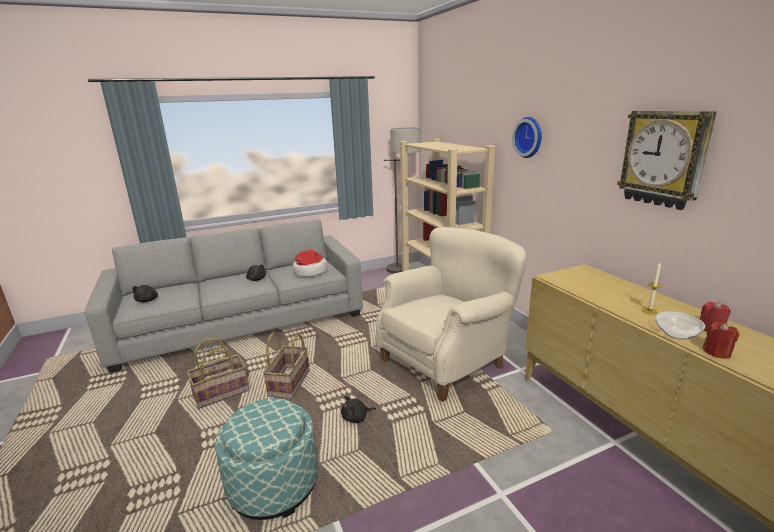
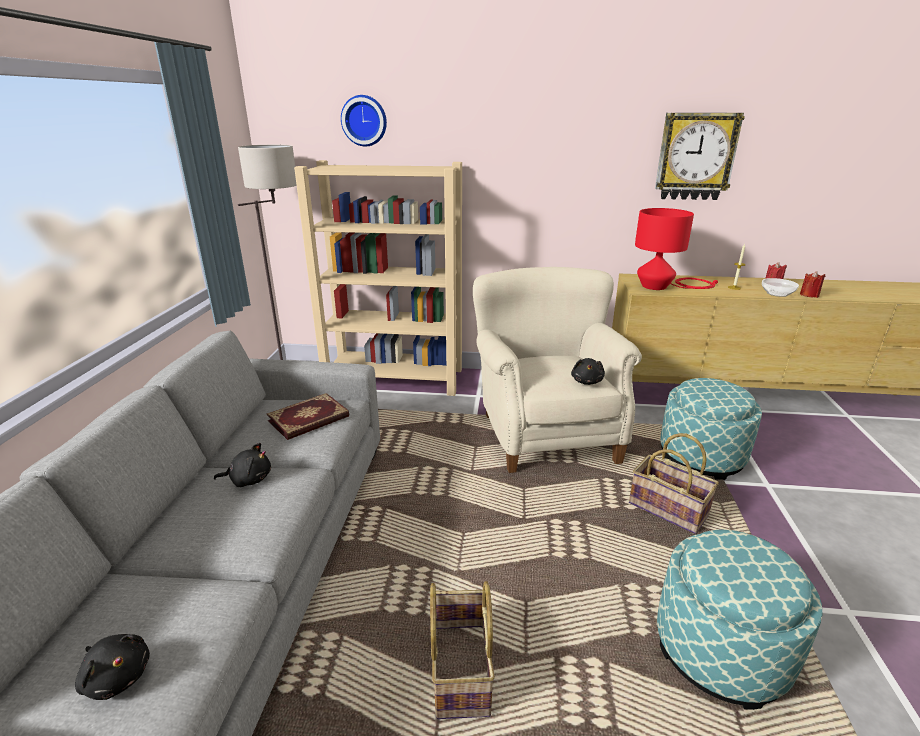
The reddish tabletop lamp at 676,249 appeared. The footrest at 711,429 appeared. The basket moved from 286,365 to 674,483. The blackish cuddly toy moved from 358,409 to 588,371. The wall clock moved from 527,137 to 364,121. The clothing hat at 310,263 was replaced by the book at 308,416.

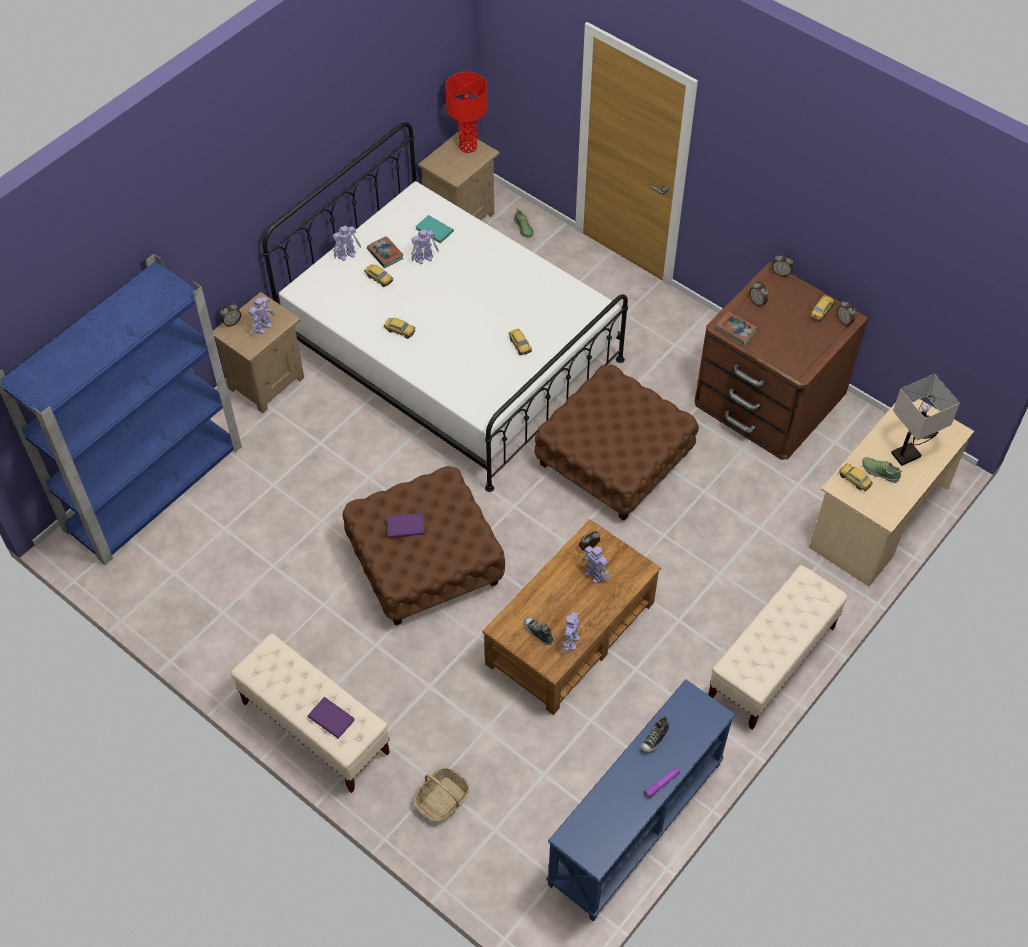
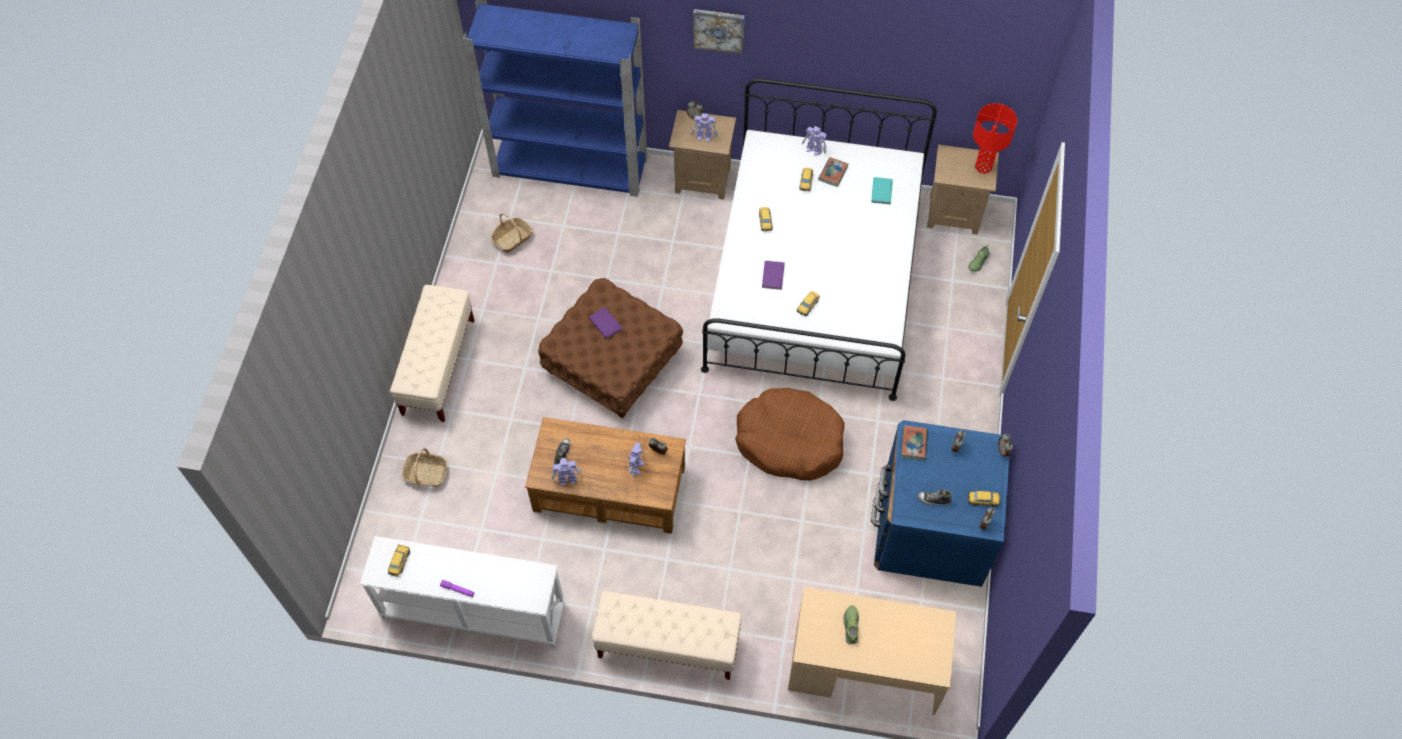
The toy robot at 425,247 disappeared. The tabletop lamp at 925,420 disappeared. The basket at 512,233 appeared. The picture at 718,31 appeared. The purple book moved from 331,718 to 773,275. The item of footwear moved from 655,734 to 935,497. The toy car moved from 856,477 to 399,561. The brown-coloured footrest at 616,442 was replaced by the brown-coloured dog bed at 790,434. The blue console table at 641,800 became the white-coloured console table at 462,592. The brown-coloured chest of drawers at 781,361 became the blue chest of drawers at 941,503.

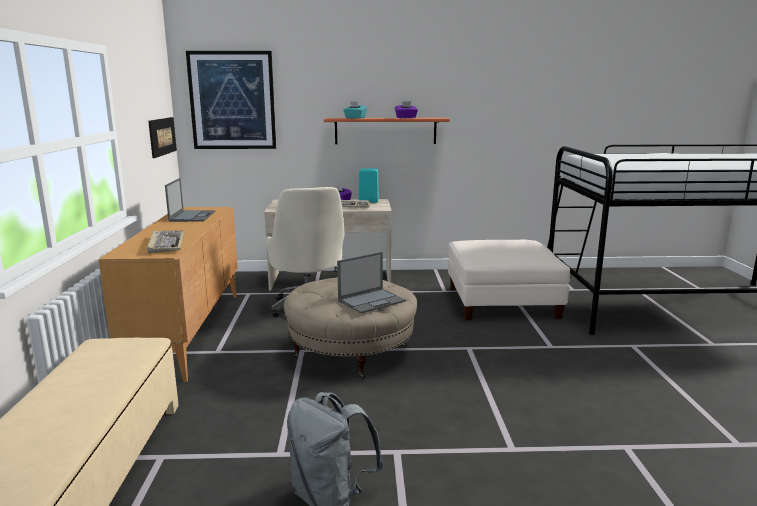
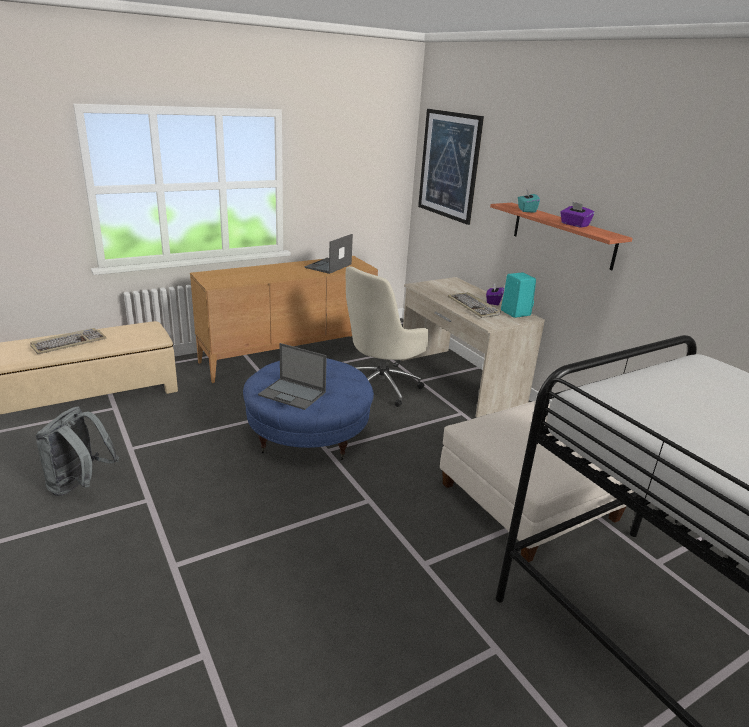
The picture at 162,137 disappeared. The computer keyboard moved from 165,241 to 68,341. The sand-coloured footrest at 350,327 became the blue footrest at 308,409. The notebook computer at 190,200 turned 150 degrees clockwise.

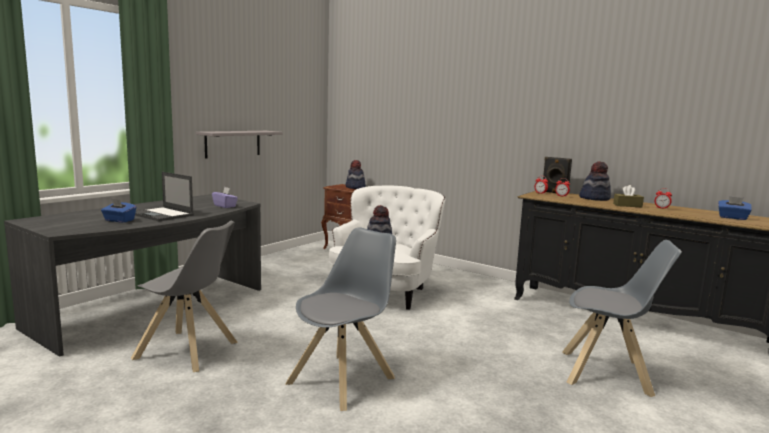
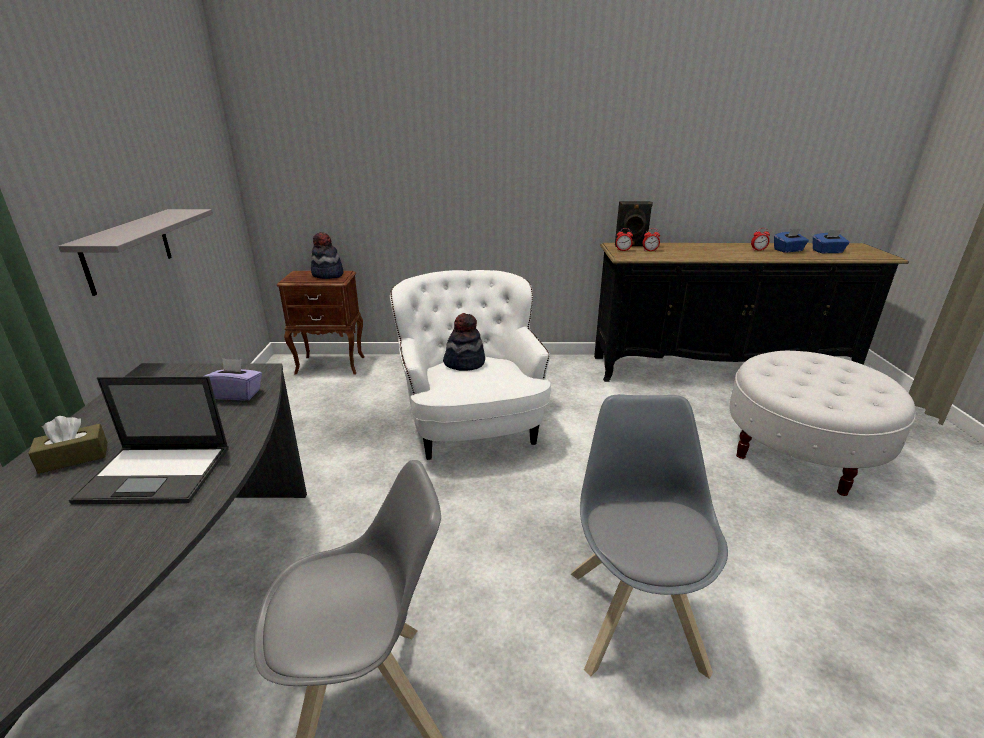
The clothing hat at 595,181 disappeared. The blue tissue holder moved from 118,211 to 791,241. The brown-coloured tissue holder moved from 628,196 to 68,445. The gray chair at 622,318 was replaced by the white-coloured footrest at 822,423.

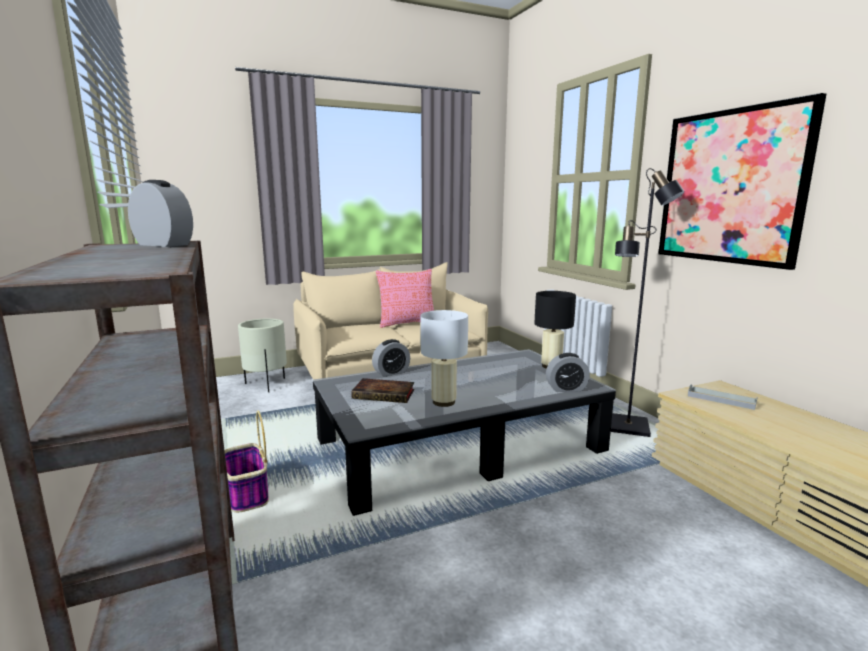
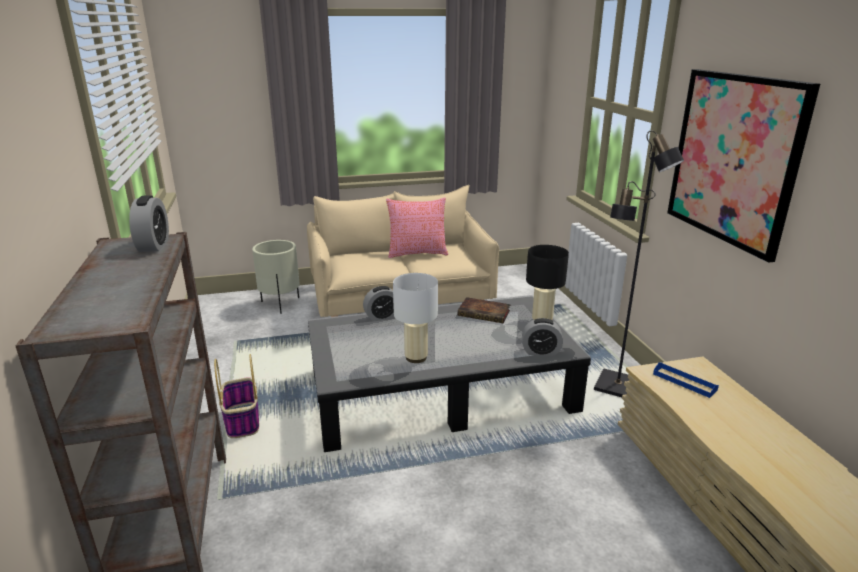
The book moved from 382,390 to 484,310. The gray tray at 722,397 became the blue tray at 686,380. The table clock at 160,213 turned 45 degrees clockwise.

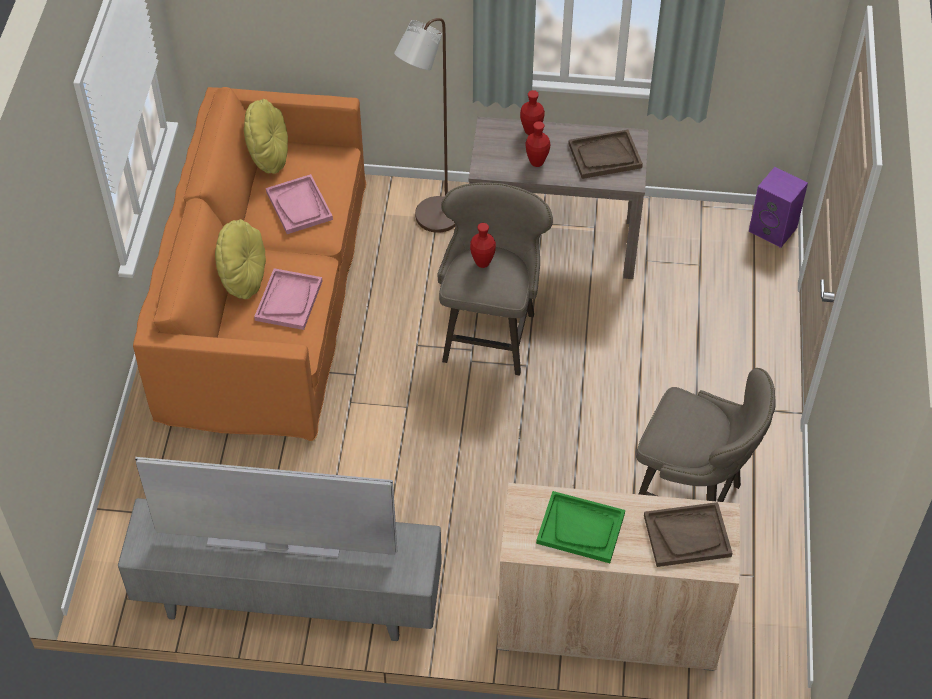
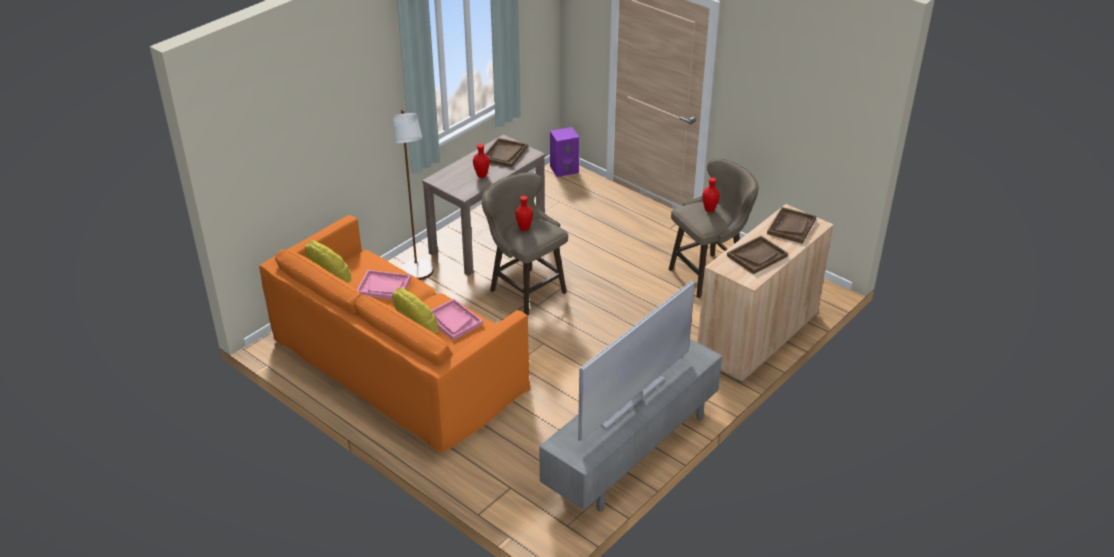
The reddish vase moved from 532,112 to 711,195. The green tray at 580,527 became the brown-coloured tray at 757,255.

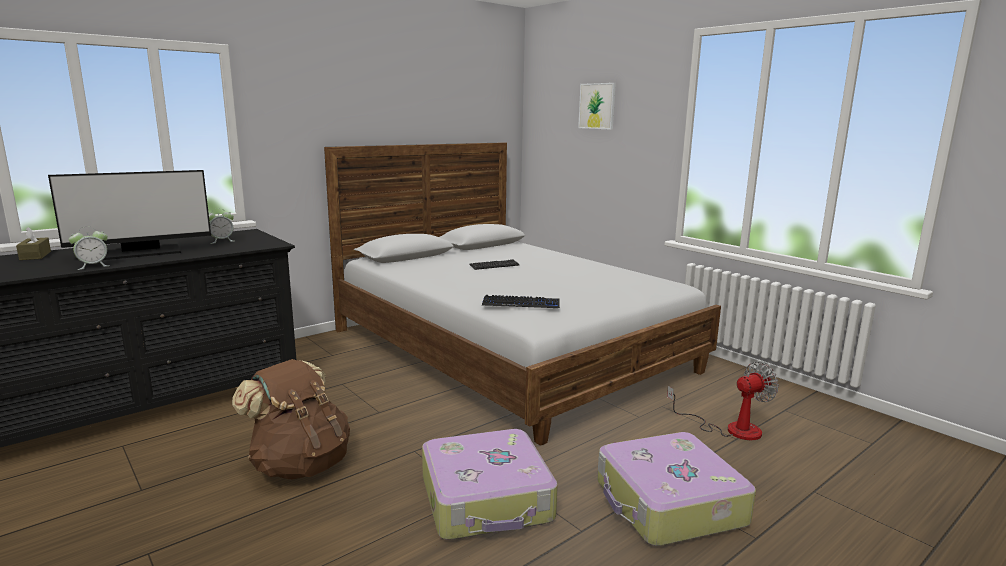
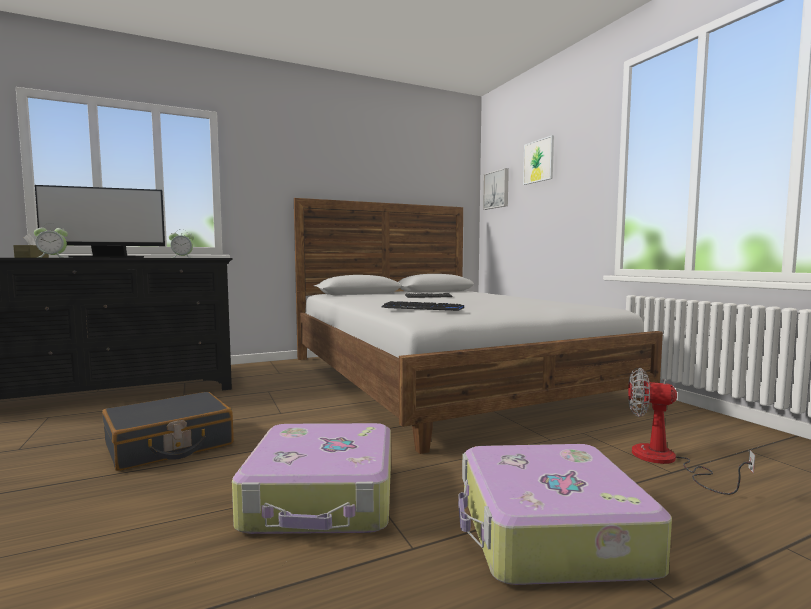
The picture at 496,189 appeared. The brown-coloured knapsack at 291,419 was replaced by the blackish piece of luggage at 168,431. The electric fan at 723,401 turned 150 degrees counterclockwise.

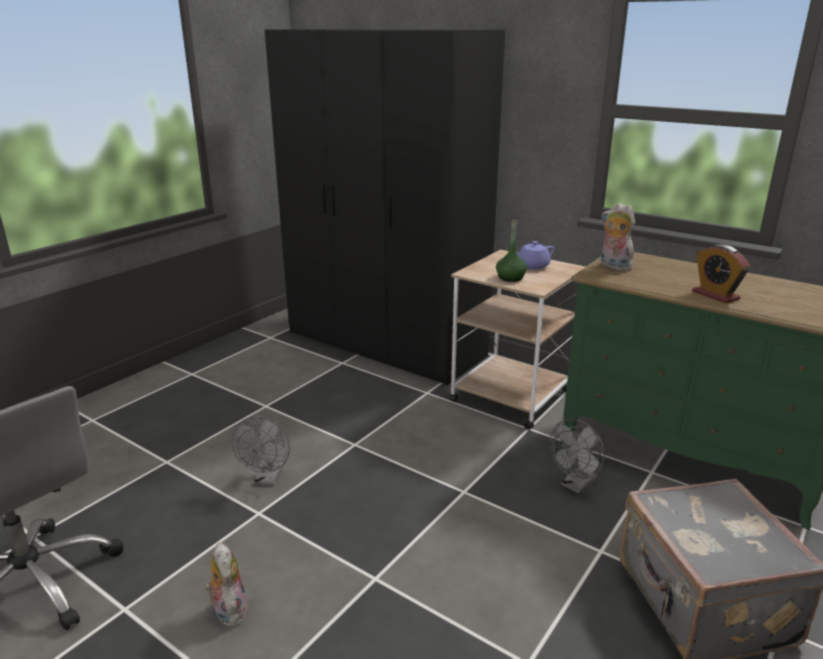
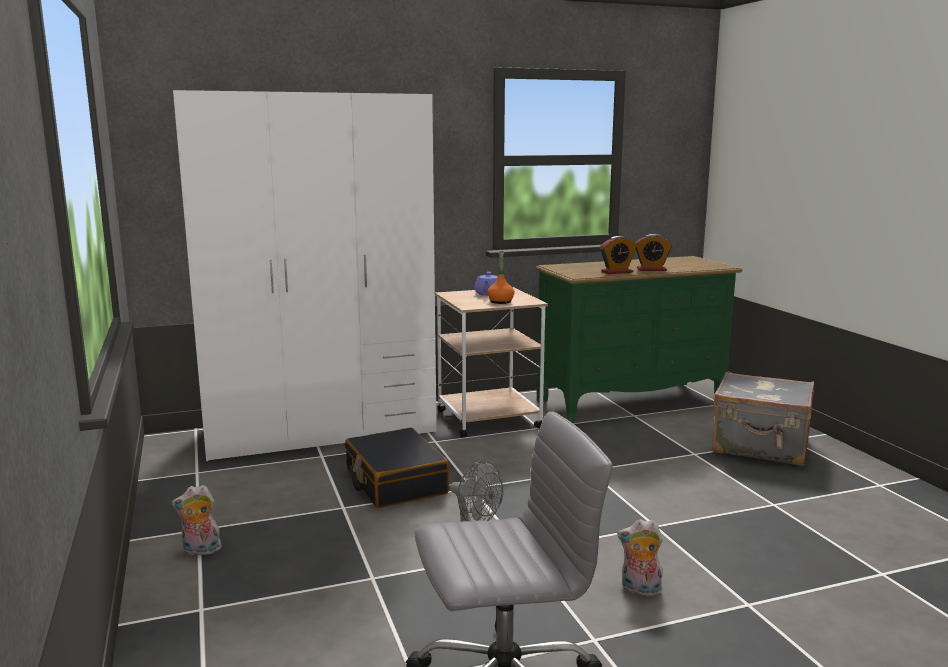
The gray electric fan at 577,456 disappeared. The blackish piece of luggage at 397,468 appeared. The table clock at 618,255 appeared. The cuddly toy moved from 618,237 to 196,521. The blackish wardrobe at 385,207 became the white-coloured wardrobe at 304,275. The green bottle at 511,251 became the orangey bottle at 501,277.

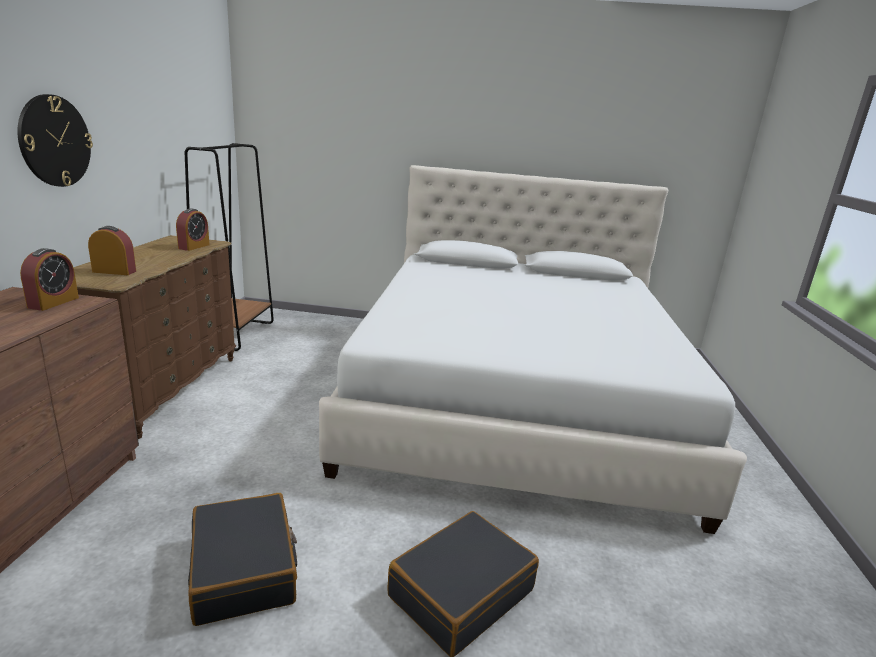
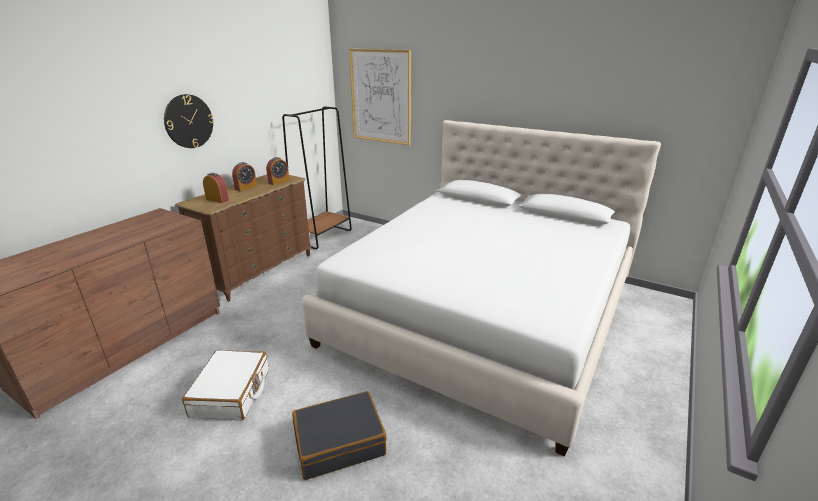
The picture at 380,97 appeared. The table clock moved from 49,279 to 244,176. The blackish piece of luggage at 242,559 became the white-coloured piece of luggage at 225,385.

